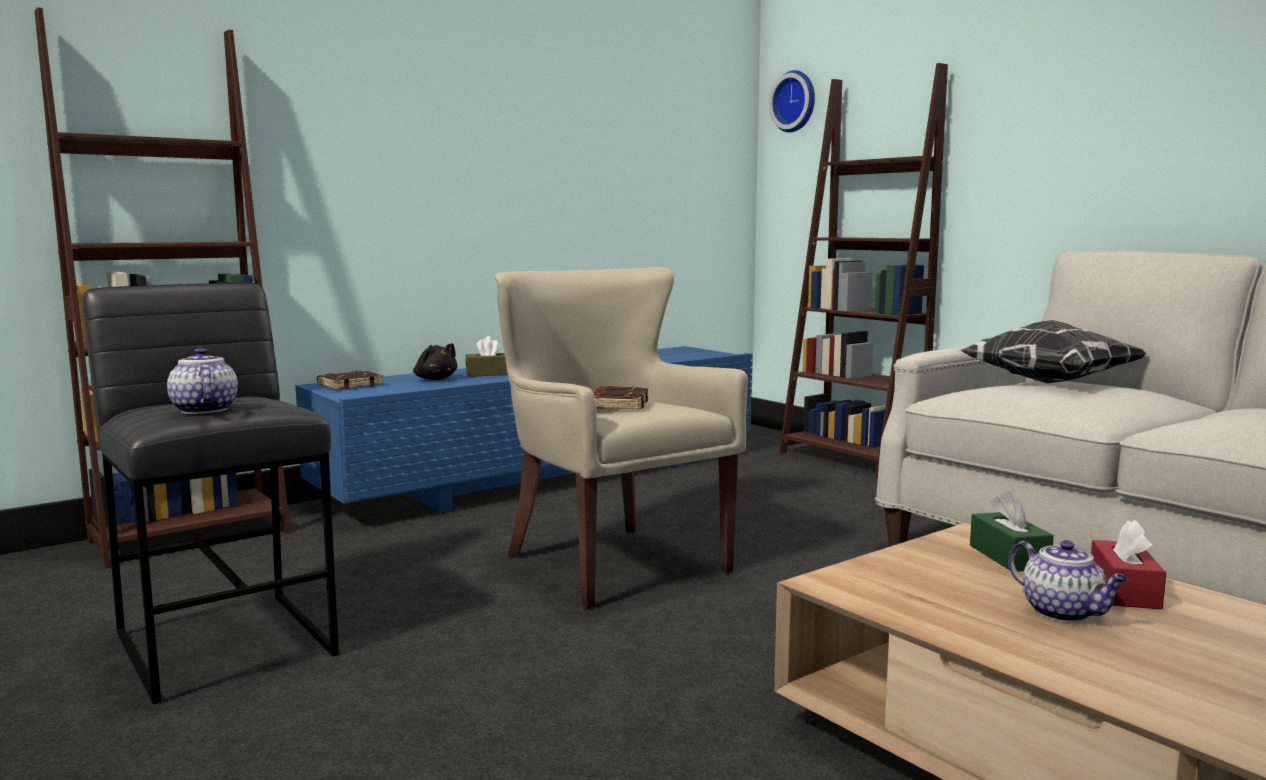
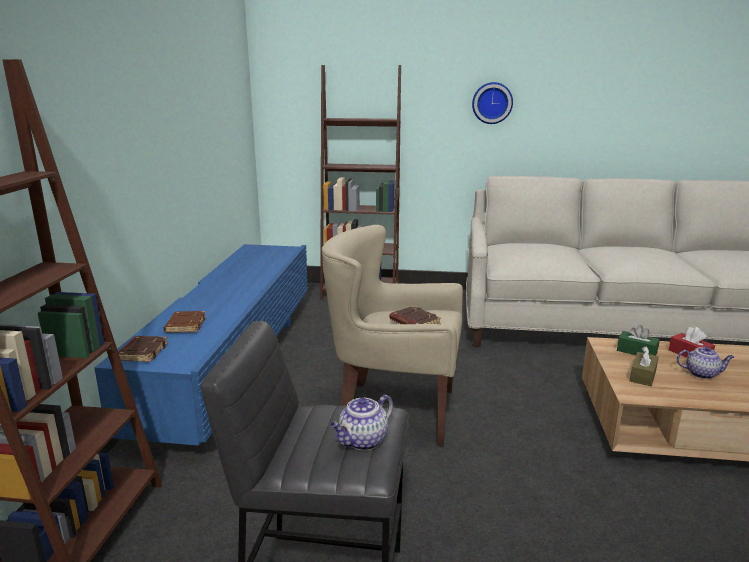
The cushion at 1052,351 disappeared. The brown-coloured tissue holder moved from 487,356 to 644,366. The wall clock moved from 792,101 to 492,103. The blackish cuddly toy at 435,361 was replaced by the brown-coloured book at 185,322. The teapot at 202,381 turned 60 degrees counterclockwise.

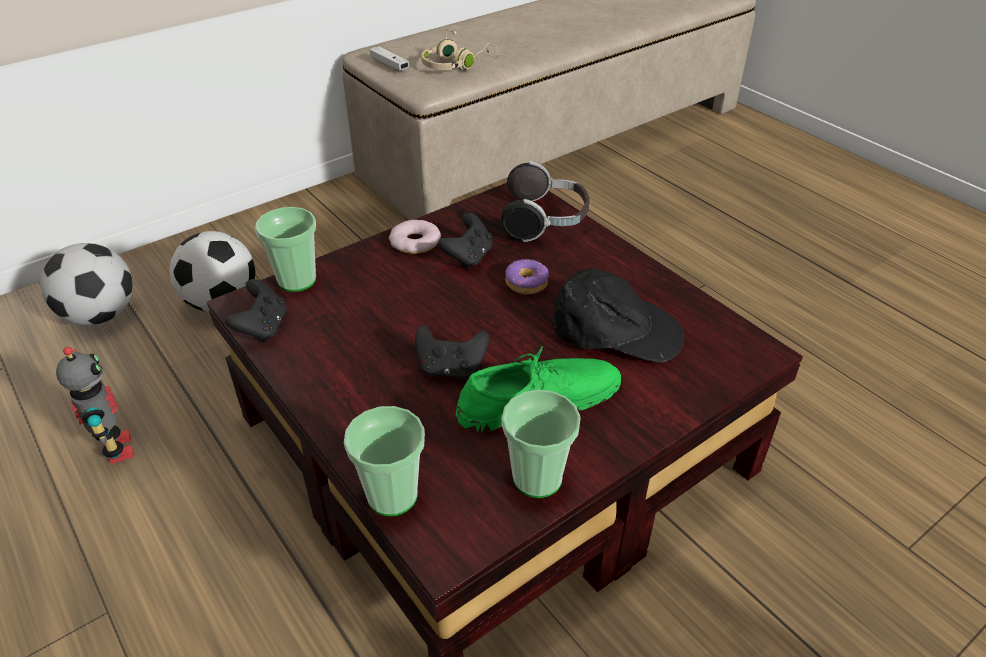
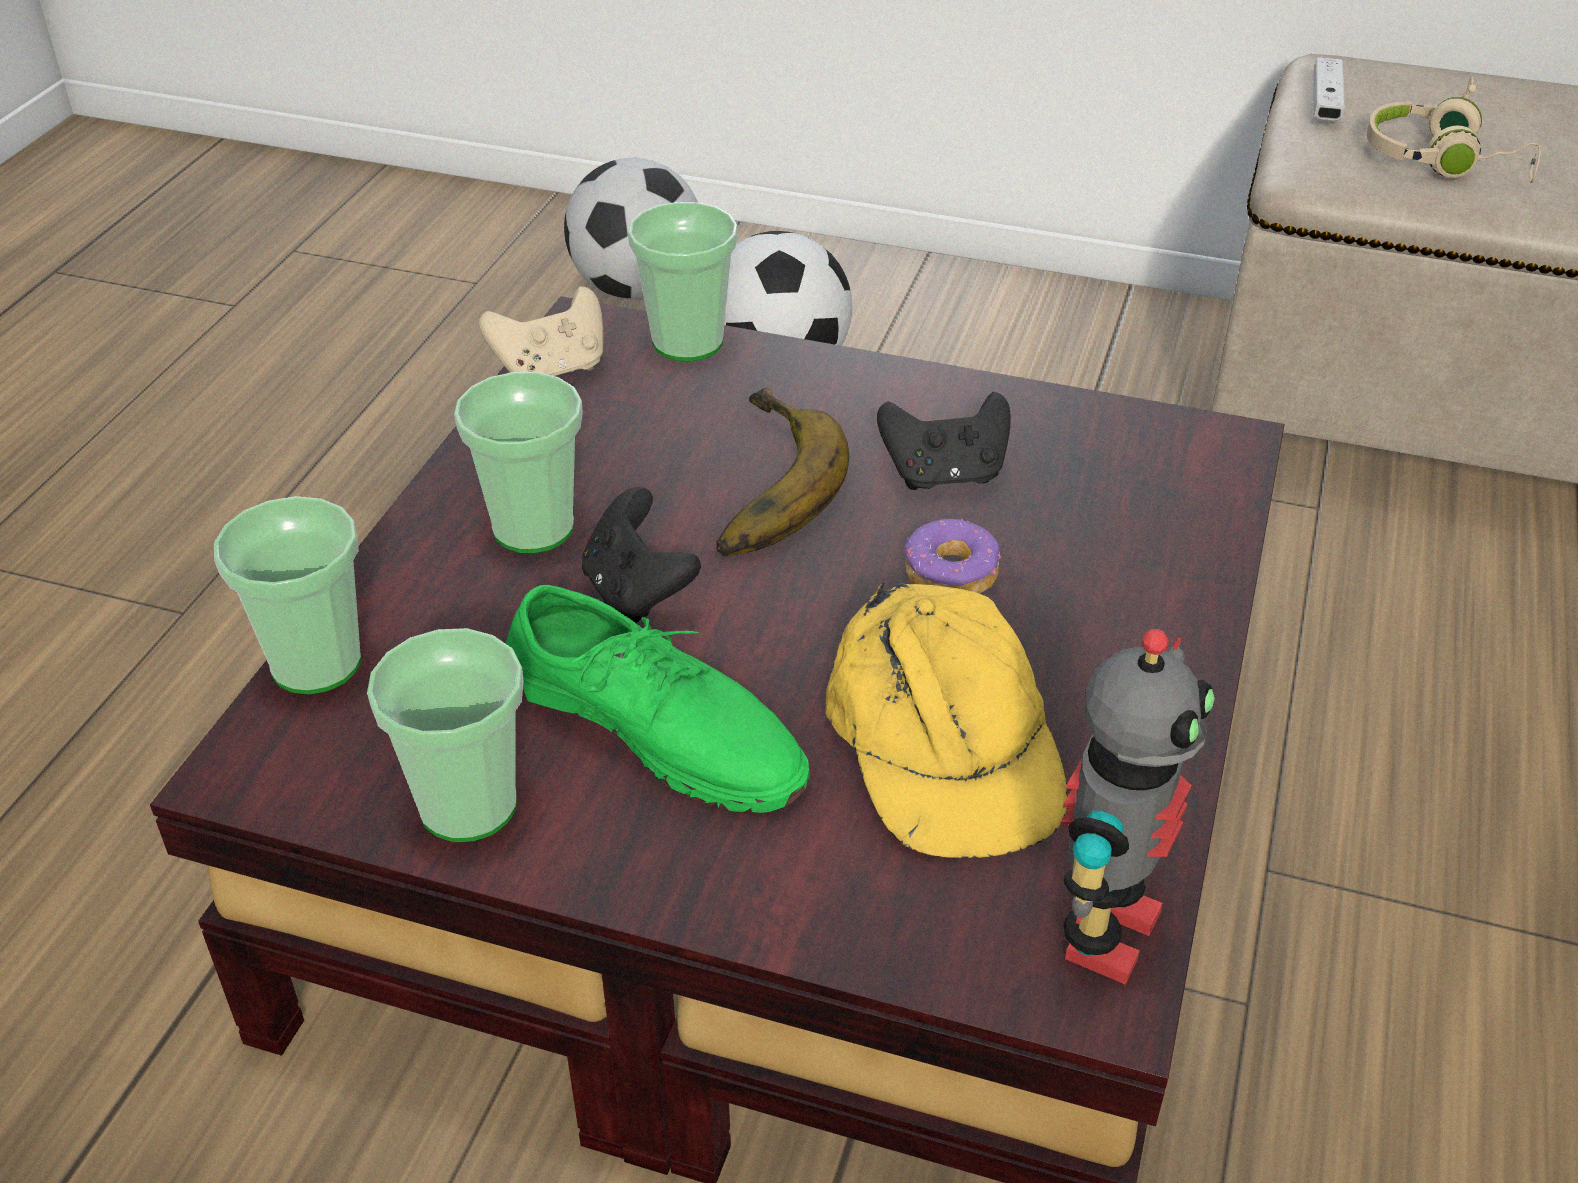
The doughnut at 415,237 disappeared. The pair of headphones at 545,201 disappeared. The small cup at 518,462 appeared. The banana at 782,472 appeared. The toy robot moved from 95,405 to 1137,807. The blackish game controller at 256,310 became the sand-coloured game controller at 541,331. The blackish baseball cap at 617,315 became the yellowish baseball cap at 946,720.

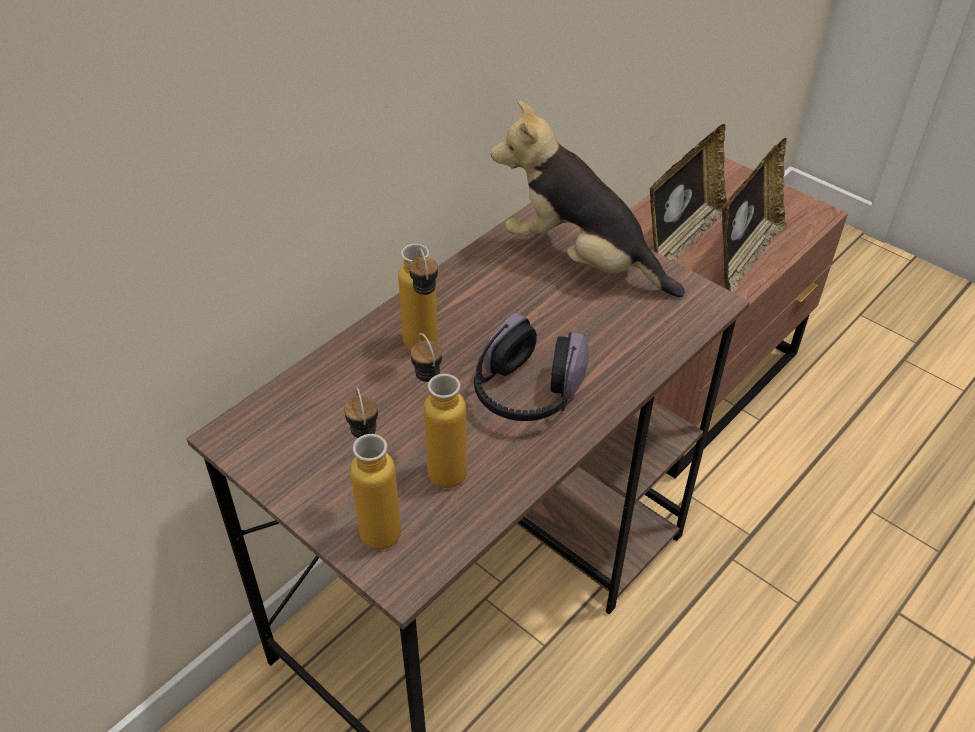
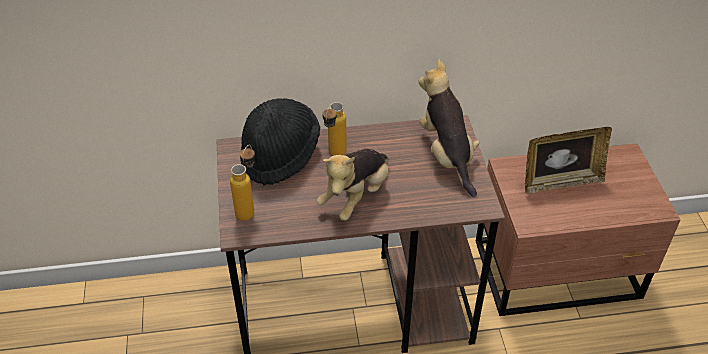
The bottle at 439,410 disappeared. The photo frame at 754,215 disappeared. The blackish clothing hat at 280,142 appeared. The pair of headphones at 531,367 was replaced by the cuddly toy at 353,185.

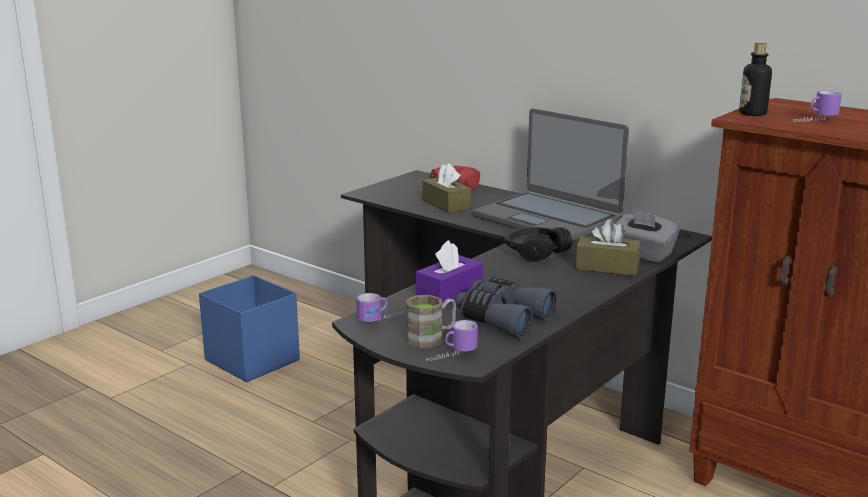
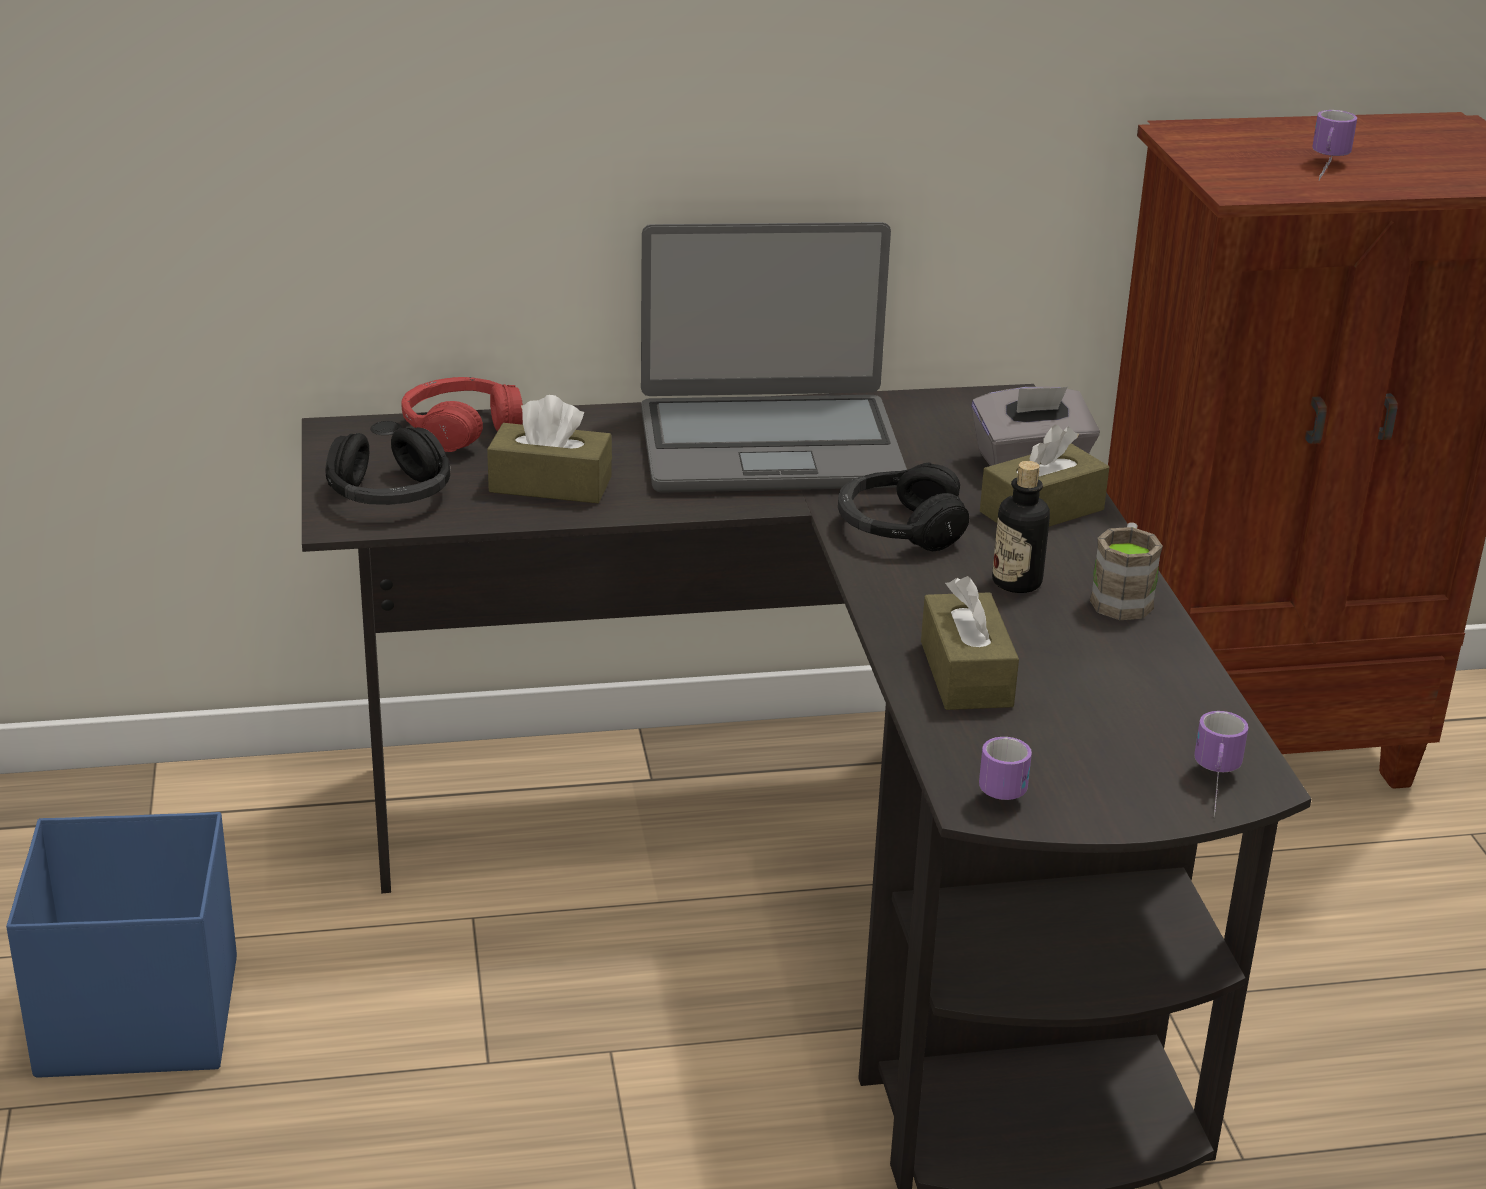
The gray field glasses at 506,308 disappeared. The blackish pair of headphones at 388,466 appeared. The brown-coloured coffee mug moved from 431,321 to 1126,571. The bottle moved from 755,79 to 1021,527. The purple tissue holder at 449,272 became the brown-coloured tissue holder at 970,643.

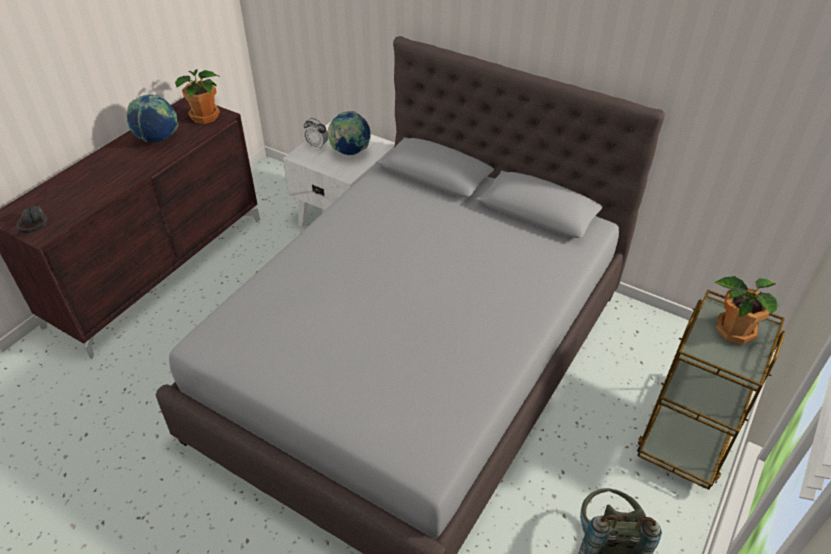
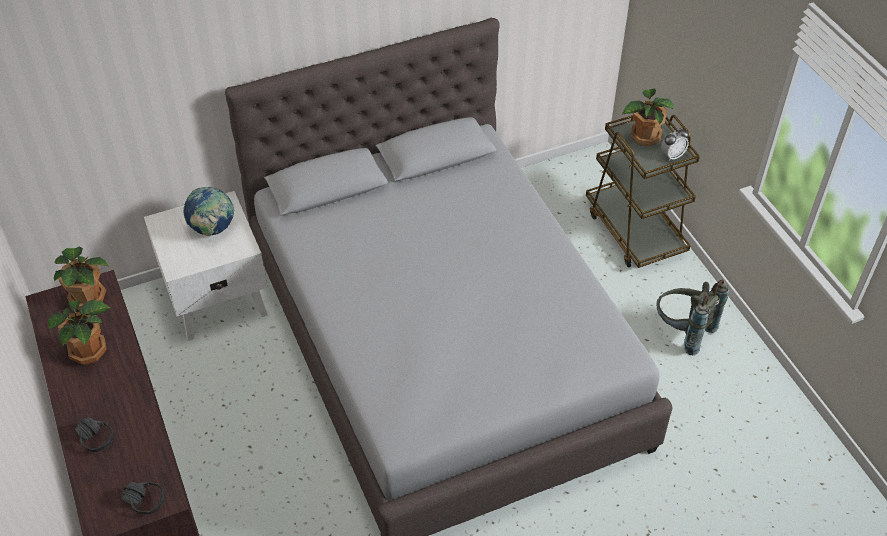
The blackish pair of headphones at 94,434 appeared. The table clock moved from 316,134 to 675,144. The desk globe at 152,118 was replaced by the potted plant at 79,332.

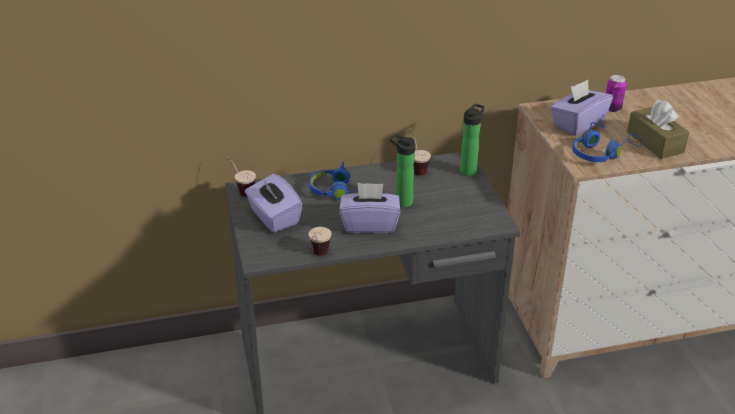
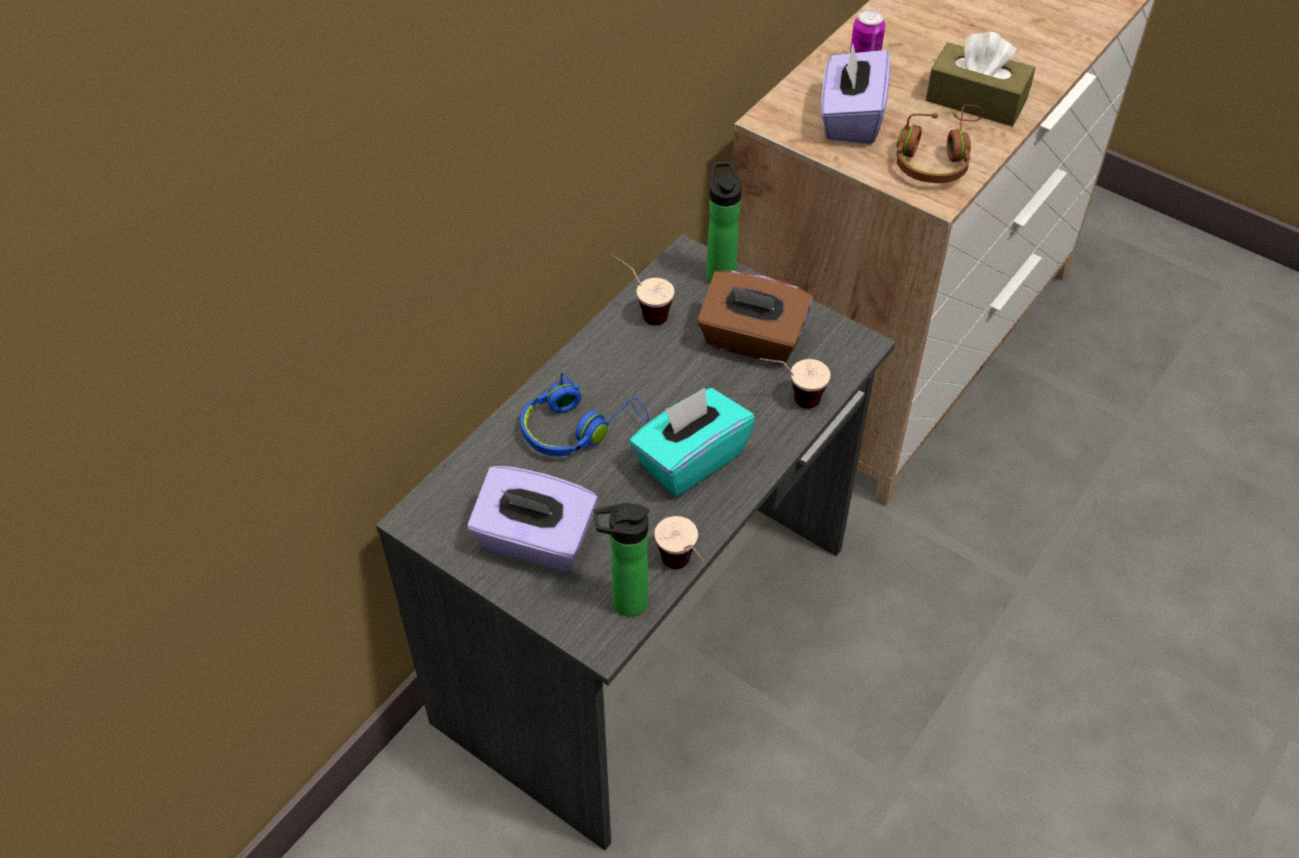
The brown-coloured tissue holder at 755,317 appeared. The small cup moved from 239,176 to 794,383. The bottle moved from 402,170 to 621,560. The purple tissue holder at 370,208 became the turquoise tissue holder at 692,441. The blue pair of headphones at 607,142 became the brown-coloured pair of headphones at 939,144.

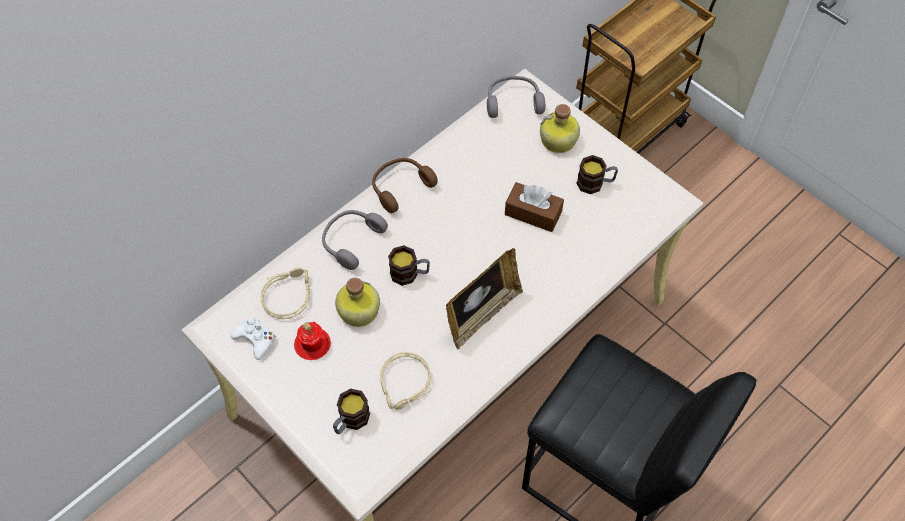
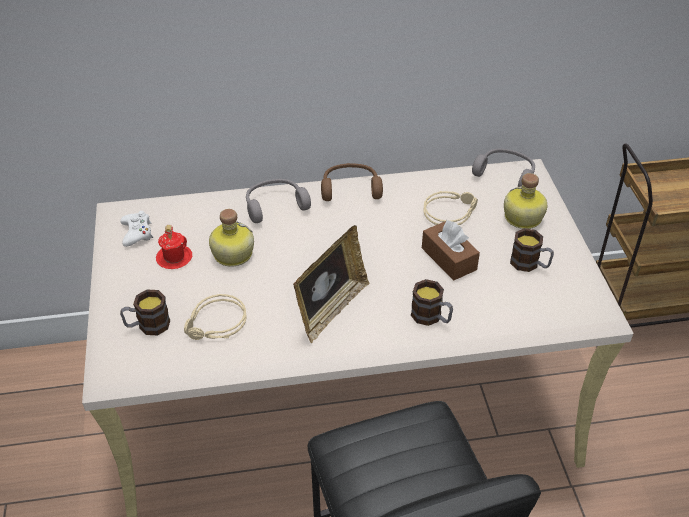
The sand-coloured pair of headphones moved from 285,293 to 450,208. The coffee mug moved from 409,265 to 432,302. The photo frame at 484,299 turned 45 degrees counterclockwise.

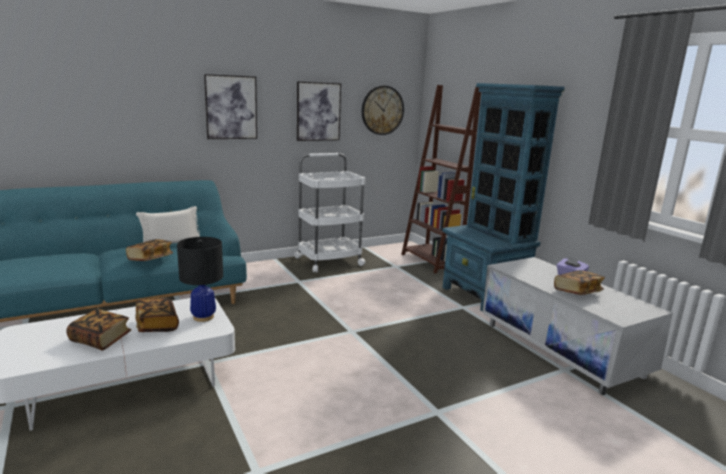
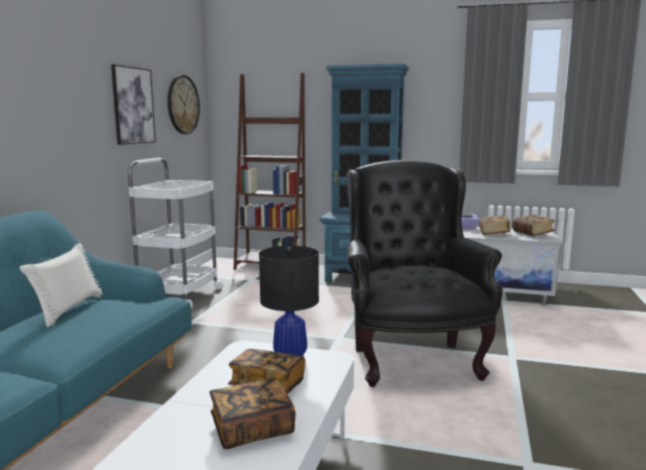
The picture at 230,106 disappeared. The blackish lounge chair at 425,273 appeared. The book moved from 149,250 to 533,225.

